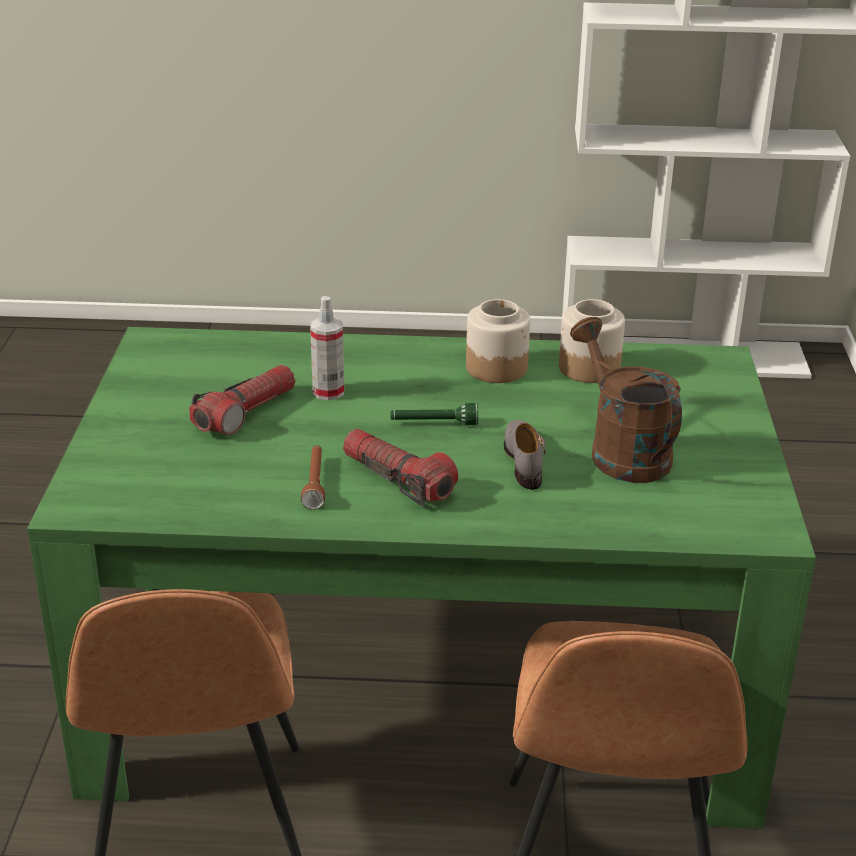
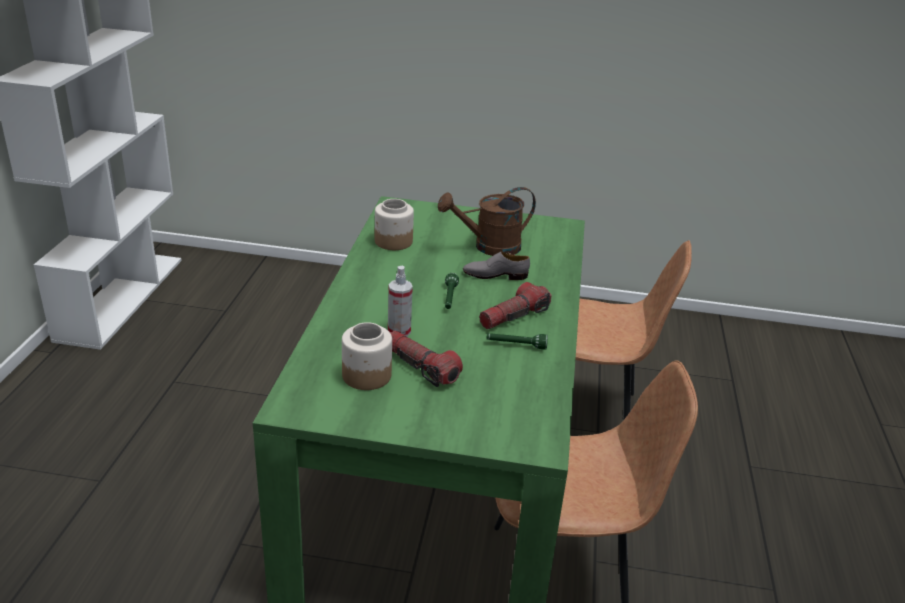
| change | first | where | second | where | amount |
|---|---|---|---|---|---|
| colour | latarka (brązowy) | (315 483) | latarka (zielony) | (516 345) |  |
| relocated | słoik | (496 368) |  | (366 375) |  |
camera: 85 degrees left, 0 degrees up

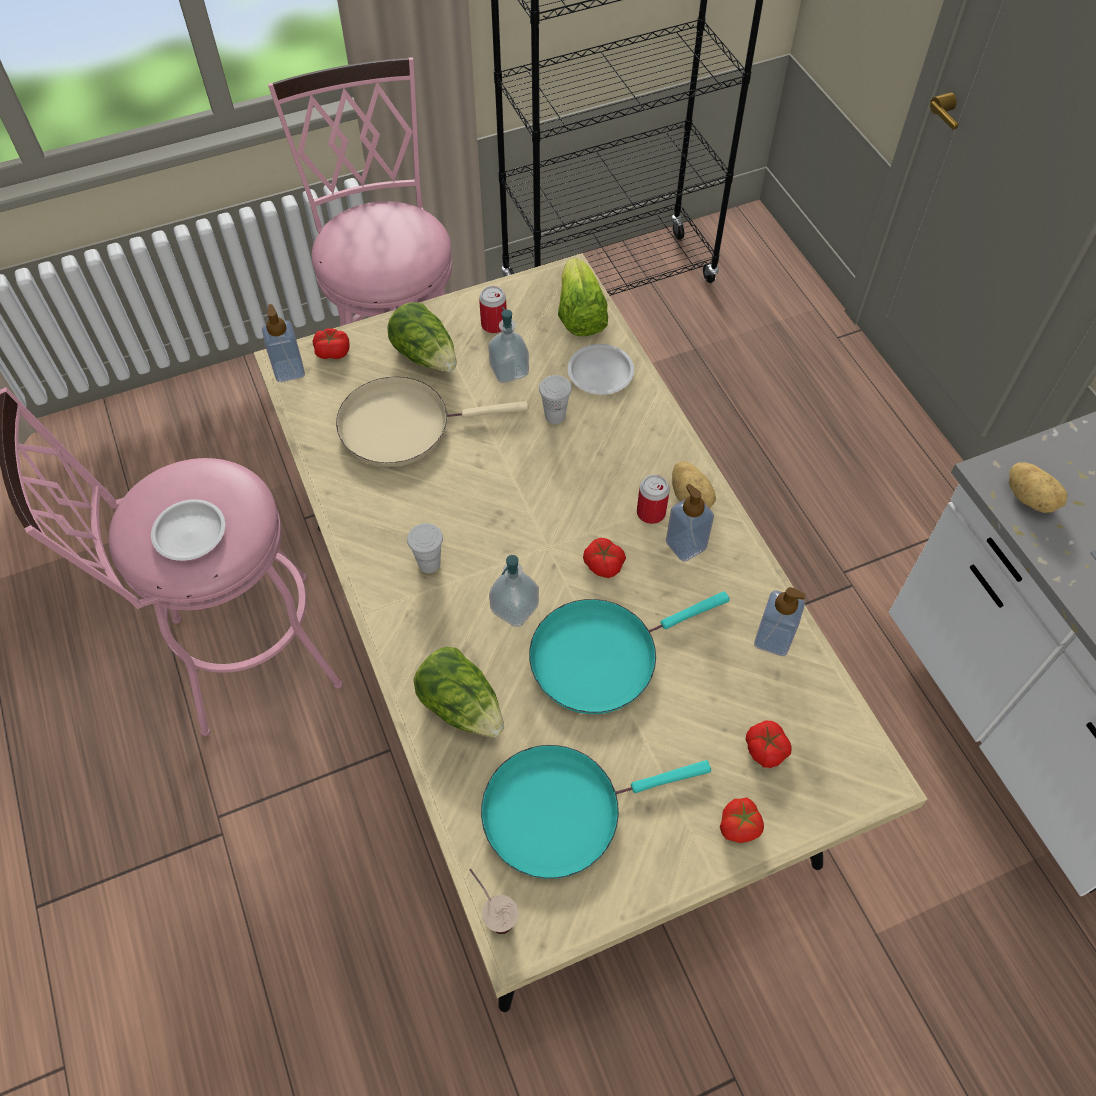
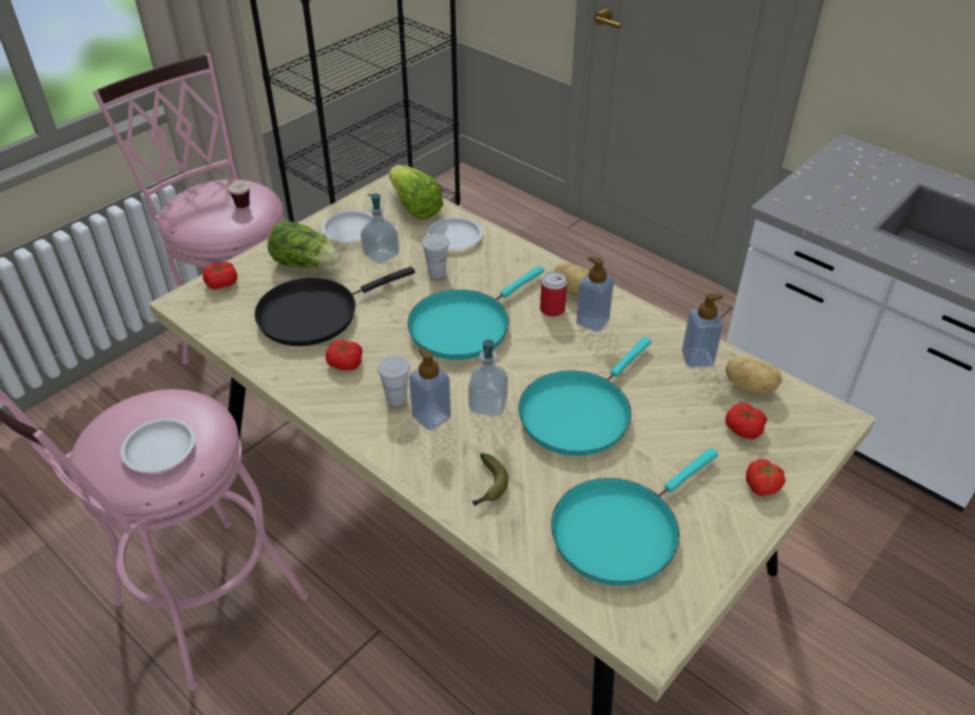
| change | first | where | second | where | amount |
|---|---|---|---|---|---|
| relocated | dozownik mydła | (289 370) |  | (431 417) |  |
| colour | patelnia (beżowy) | (402 425) | patelnia (czarny) | (314 314) |  |
| exchanged | sałata | (462 704) | banan | (488 486) |  |
| relocated | filiżanka | (492 910) |  | (235 202) |  |
| exchanged | puszka | (494 325) | talerz (biały) | (350 230) |  |
| relocated | pomidor | (603 564) |  | (345 363) |  |
| relocated | ziemniak | (1030 498) |  | (750 387) |  |
| appeared |  |  | patelnia (turkusowy) | (464 326) |  |
camera: 25 degrees left, 15 degrees down

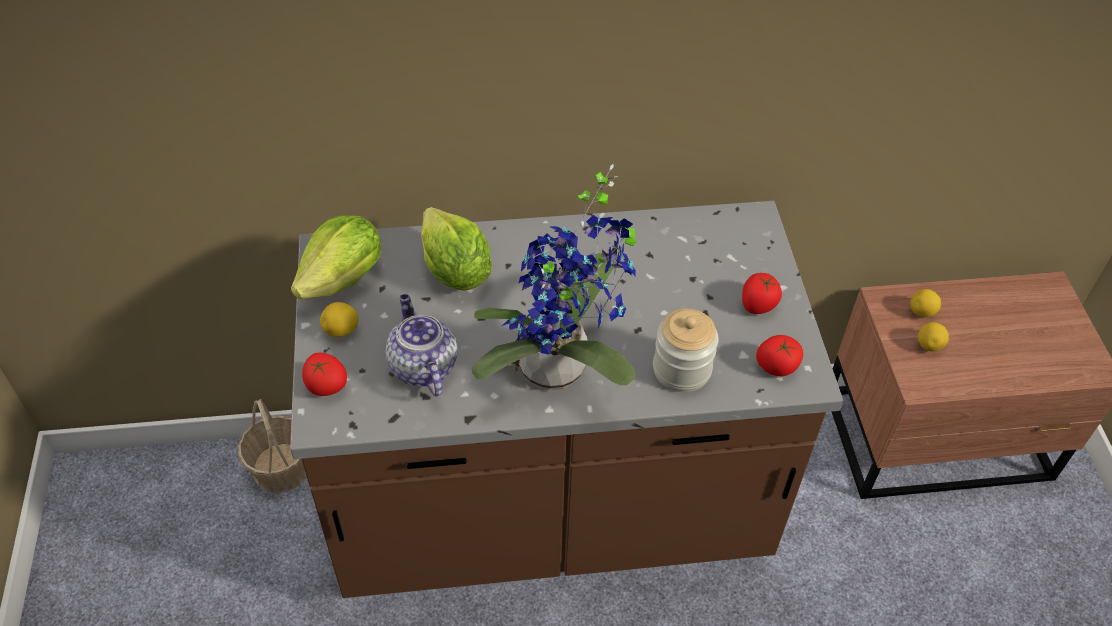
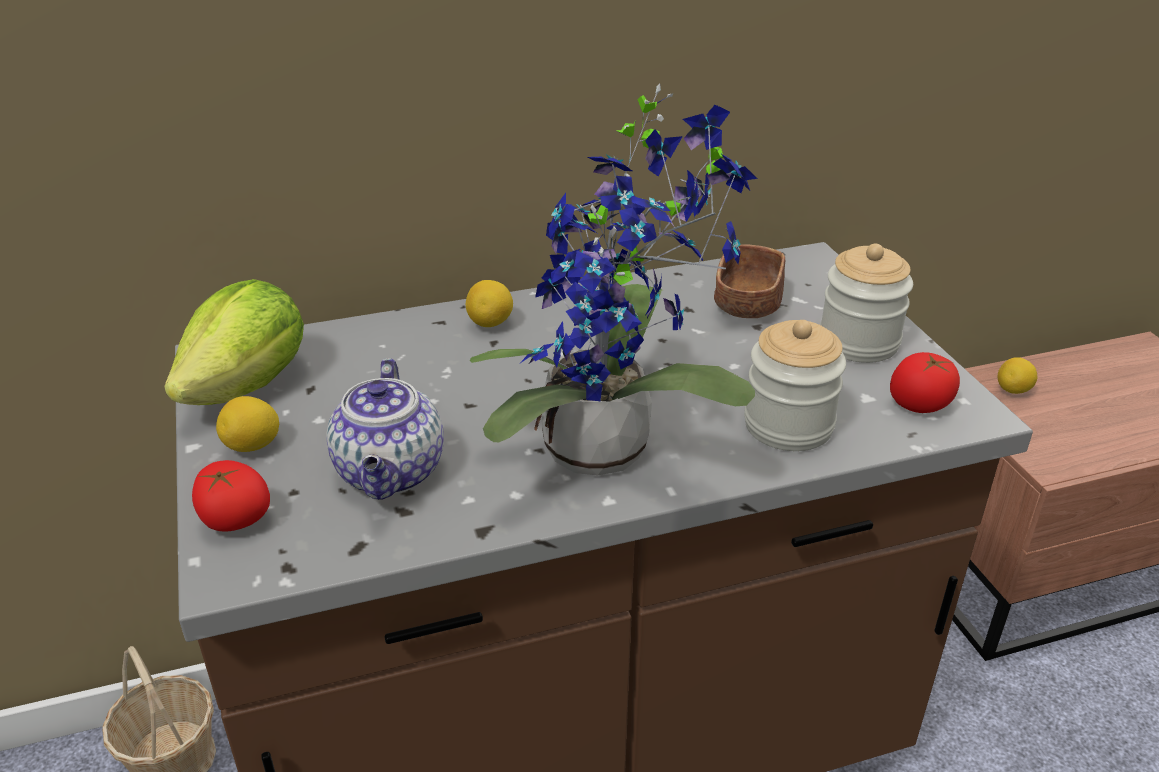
| change | first | where | second | where | amount |
|---|---|---|---|---|---|
| spun | imbryk | (422 366) |  | (391 474) | 150 degrees counterclockwise |
| missing | sałata | (455 271) |  |  |  |
| exchanged | pomidor | (758 305) | słoik | (858 342) |  |
| relocated | cytryna | (929 345) |  | (491 323) |  |
| appeared |  |  | miska (brązowy) | (747 304) |  |
camera: 10 degrees left, 15 degrees down

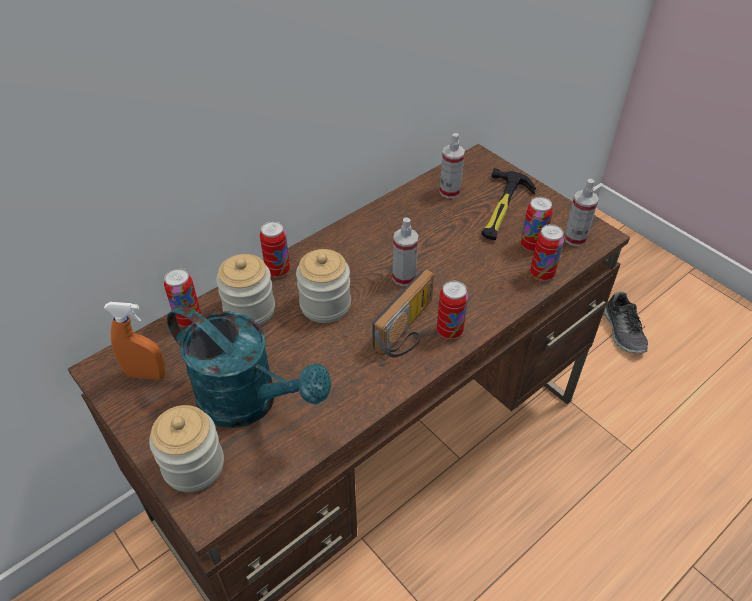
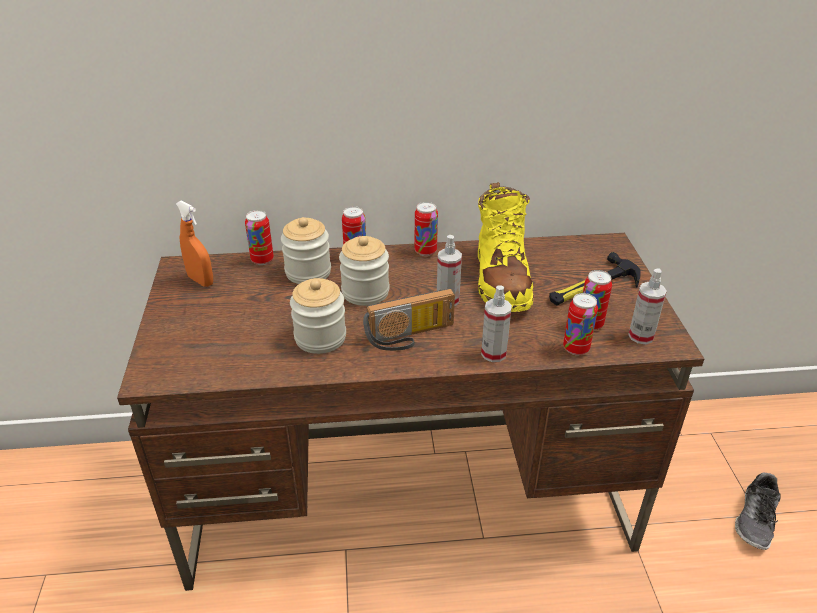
| change | first | where | second | where | amount |
|---|---|---|---|---|---|
| relocated | słoik | (193 465) |  | (320 338) |  |
| missing | konewka (turkusowy) | (250 401) |  |  |  |
| relocated | puszka | (449 331) |  | (425 251) |  |
| relocated | spryskiwacz | (449 191) |  | (493 353) |  |
| appeared |  |  | but z cholewką (żółty) | (501 279) |  |
camera: 35 degrees right, 10 degrees down

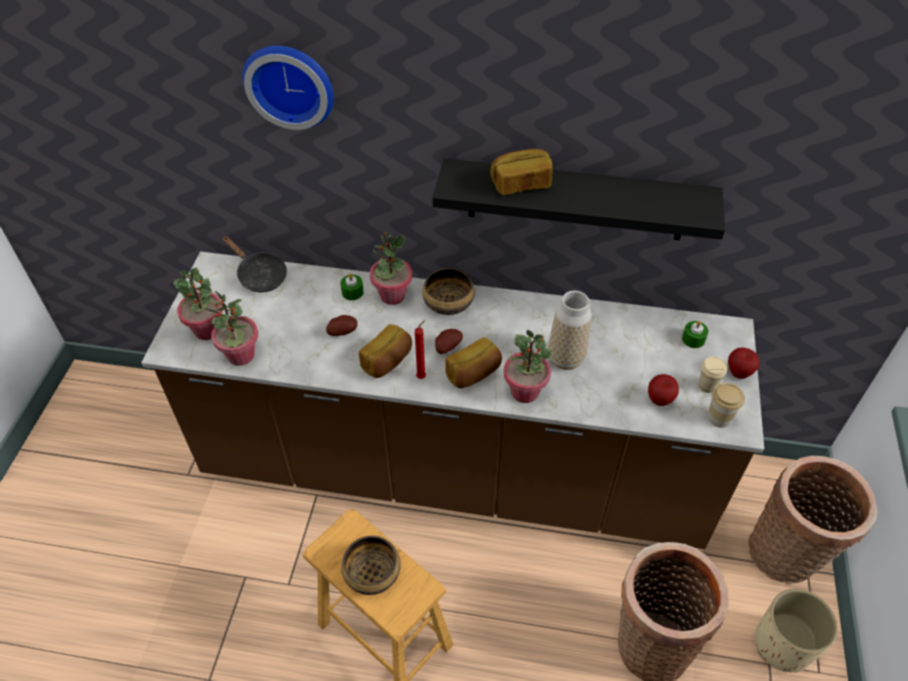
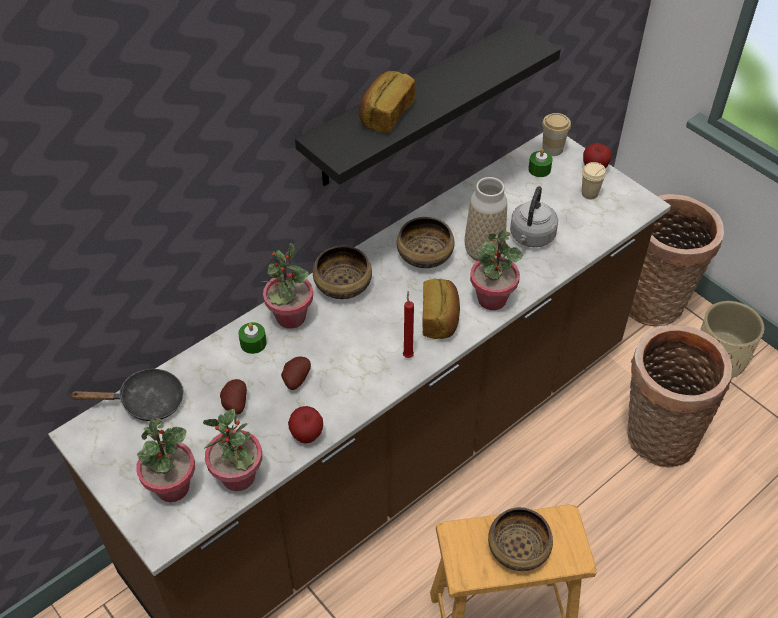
| change | first | where | second | where | amount |
|---|---|---|---|---|---|
| missing | zegar ścienny | (290 83) |  |  |  |
| missing | chleb | (388 361) |  |  |  |
| relocated | ziemniak | (447 347) |  | (234 404) |  |
| relocated | jabłko | (659 400) |  | (307 436) |  |
| relocated | filiżanka | (719 418) |  | (552 149) |  |
| appeared |  |  | miska | (425 255) |  |
| appeared |  |  | czajnik (szary) | (531 237) |  |
camera: 50 degrees left, 0 degrees up

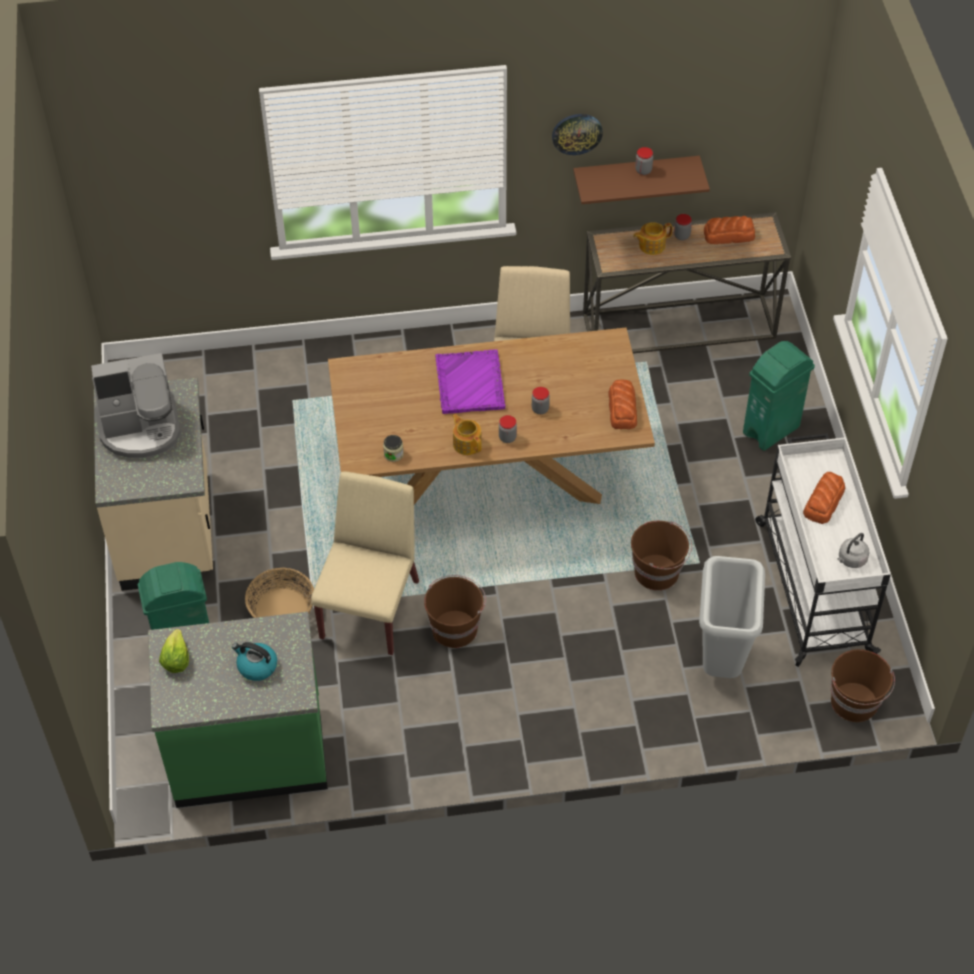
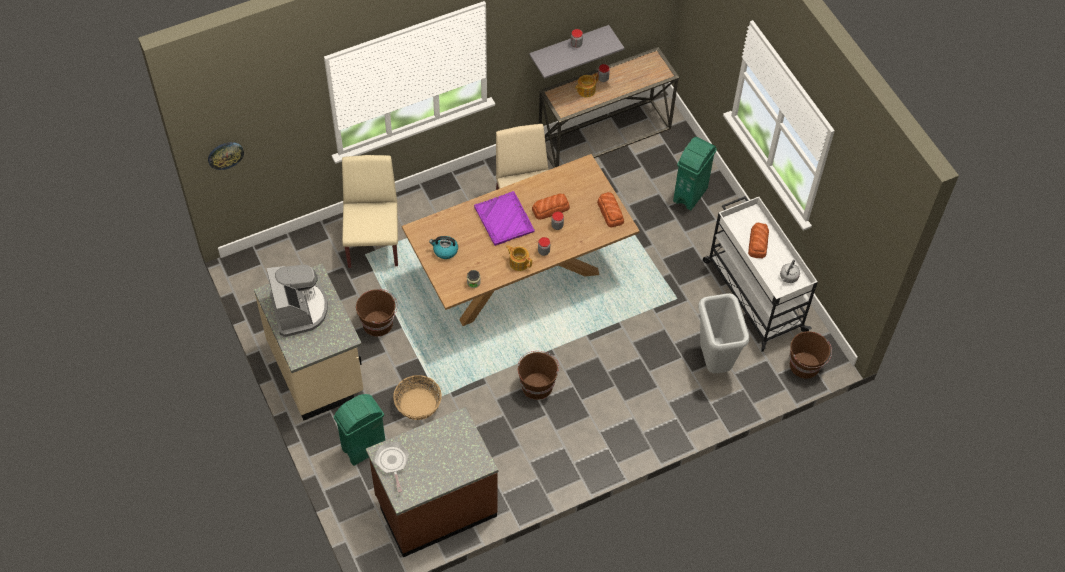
| change | first | where | second | where | amount |
|---|---|---|---|---|---|
| spun | ekspres do kawy | (140 428) |  | (299 309) | 75 degrees counterclockwise |
| colour | zabudowa kuchenna (zielony) | (249 752) | zabudowa kuchenna (brązowy) | (435 506) |  |
| exchanged | sałata | (176 659) | patelnia | (392 463) |  |
| relocated | czajnik | (256 666) |  | (445 250) |  |
| relocated | krzesło (beżowy) | (370 608) |  | (373 241) |  |
| relocated | zegar ścienny | (577 133) |  | (225 155) |  |
| colour | półka (brązowy) | (635 176) | półka (szary) | (568 47) |  |
| relocated | wiadro (brązowy) | (657 572) |  | (378 323) |  |
| relocated | chleb | (729 235) |  | (551 209) |  |
camera: 20 degrees left, 5 degrees up

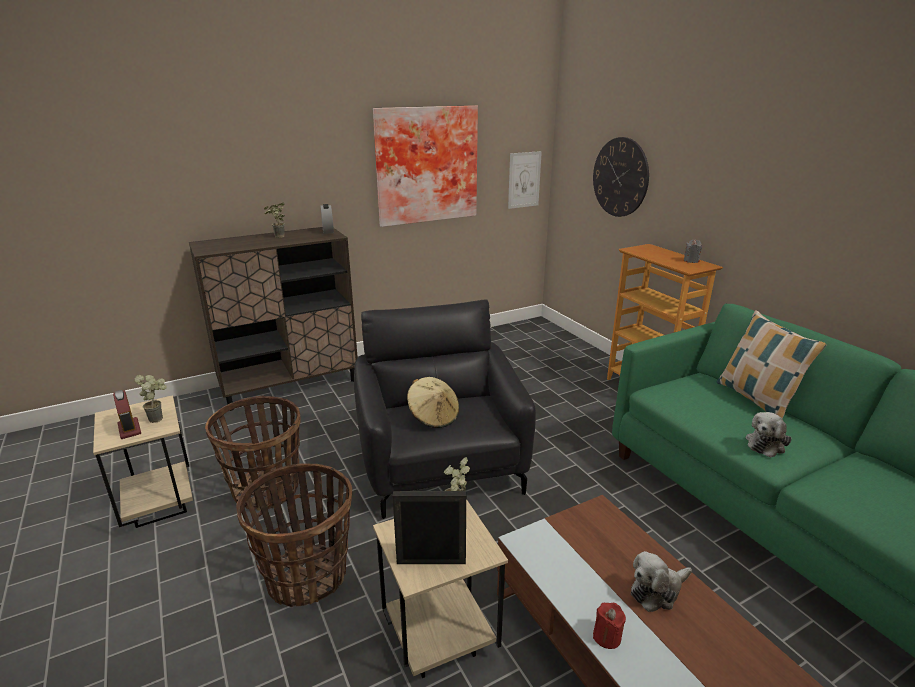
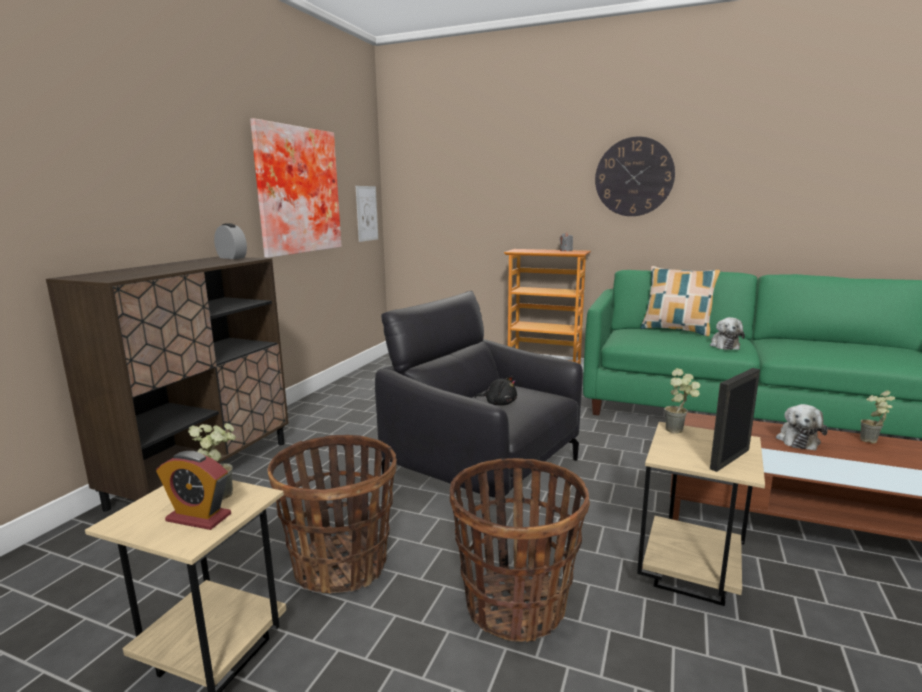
| change | first | where | second | where | amount |
|---|---|---|---|---|---|
| relocated | roślina doniczkowa | (277 237) |  | (872 442) |  |
| exchanged | kapelusz (beżowy) | (433 417) | pluszak (czarny) | (499 403) |  |
| relocated | zegar ścienny | (620 177) |  | (634 177) |  |
| missing | świeca (czerwony) | (607 636) |  |  |  |
camera: 40 degrees left, 10 degrees down

